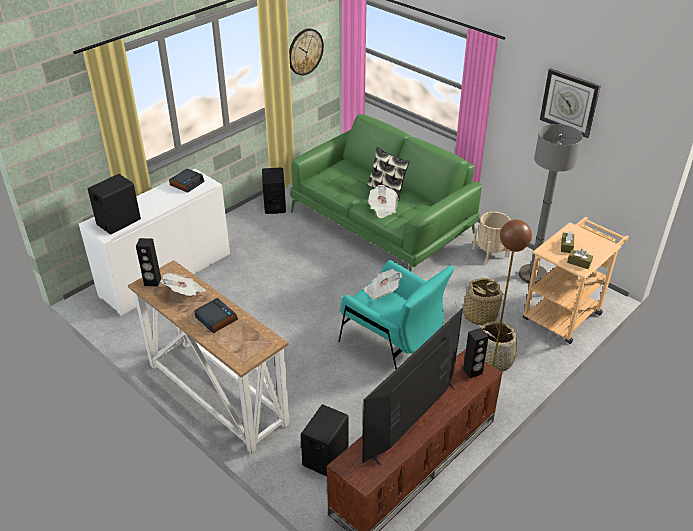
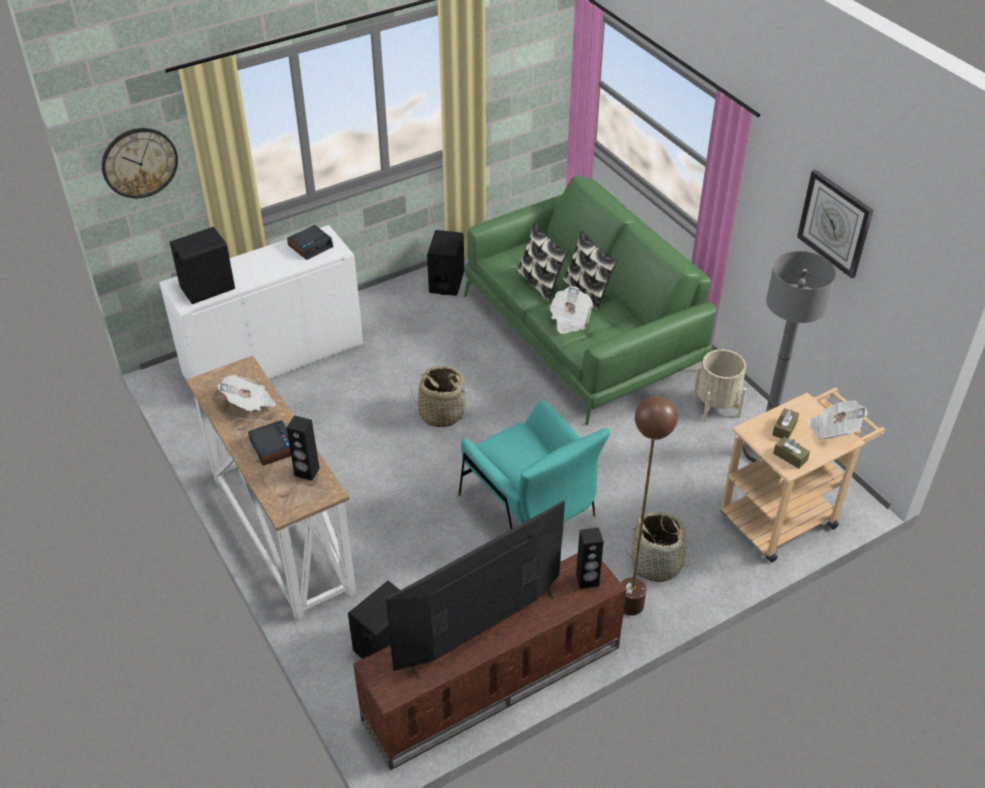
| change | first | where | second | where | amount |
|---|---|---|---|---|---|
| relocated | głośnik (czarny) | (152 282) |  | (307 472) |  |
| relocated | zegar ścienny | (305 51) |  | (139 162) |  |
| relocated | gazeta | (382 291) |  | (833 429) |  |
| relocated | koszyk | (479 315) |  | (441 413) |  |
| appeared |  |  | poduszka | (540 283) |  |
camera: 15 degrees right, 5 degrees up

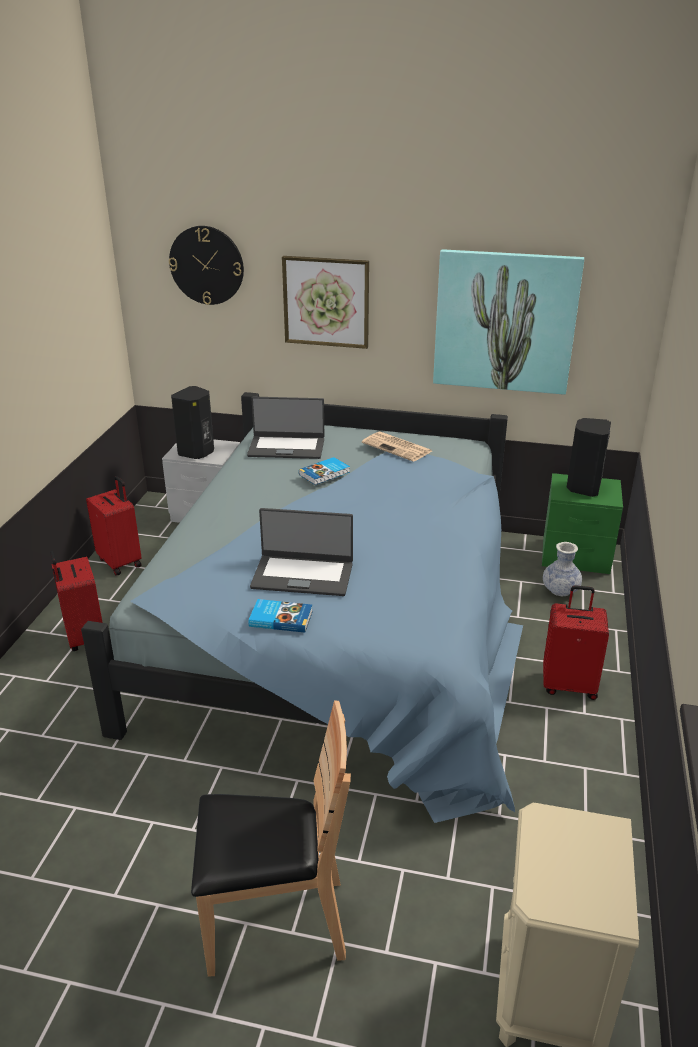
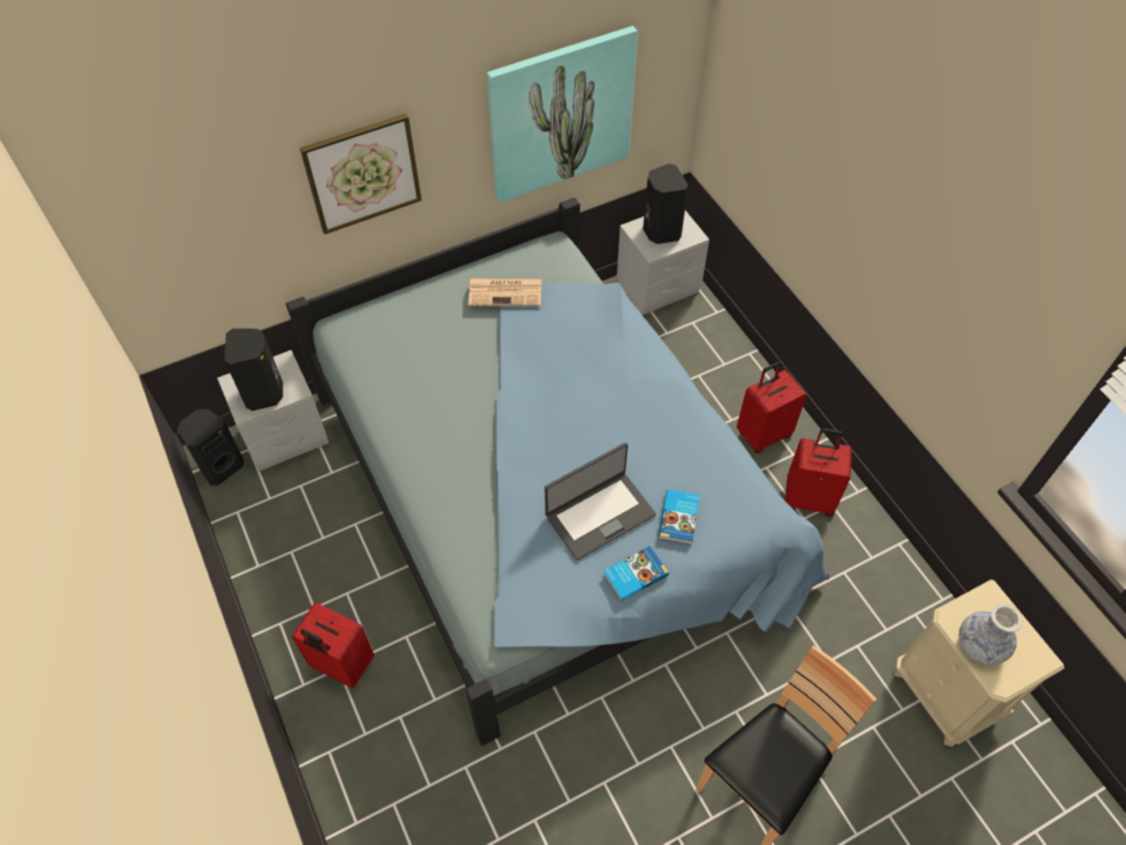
| change | first | where | second | where | amount |
|---|---|---|---|---|---|
| relocated | walizka (czerwony) | (121 562) |  | (809 498) |  |
| missing | zegar ścienny | (206 265) |  |  |  |
| missing | laptop | (286 447) |  |  |  |
| relocated | książka | (325 473) |  | (680 518) |  |
| colour | szafka nocna (zielony) | (575 556) | szafka nocna (szary) | (657 286) |  |
| relocated | wazon | (560 590) |  | (980 645) |  |
| appeared |  |  | głośnik (czarny) | (221 466) |  |
camera: 40 degrees left, 25 degrees up

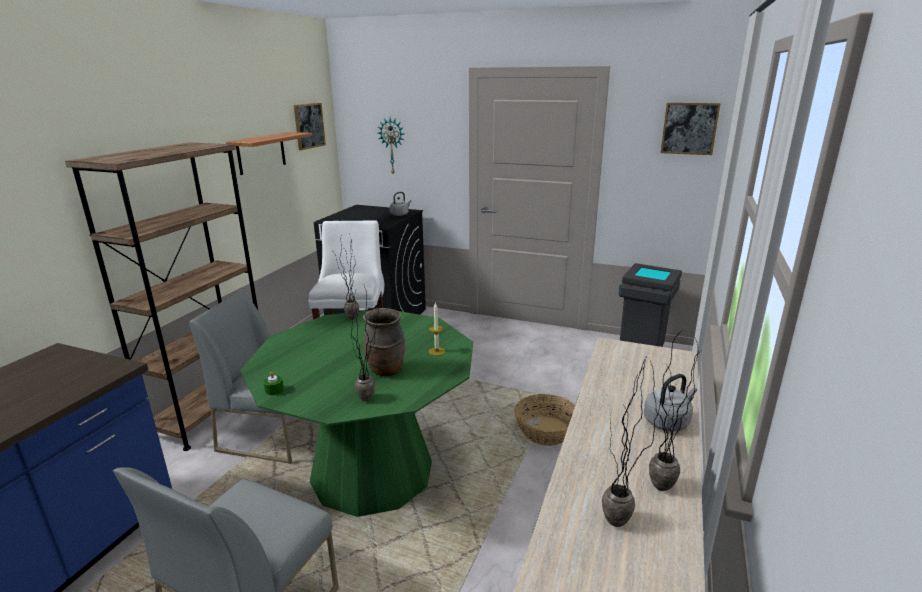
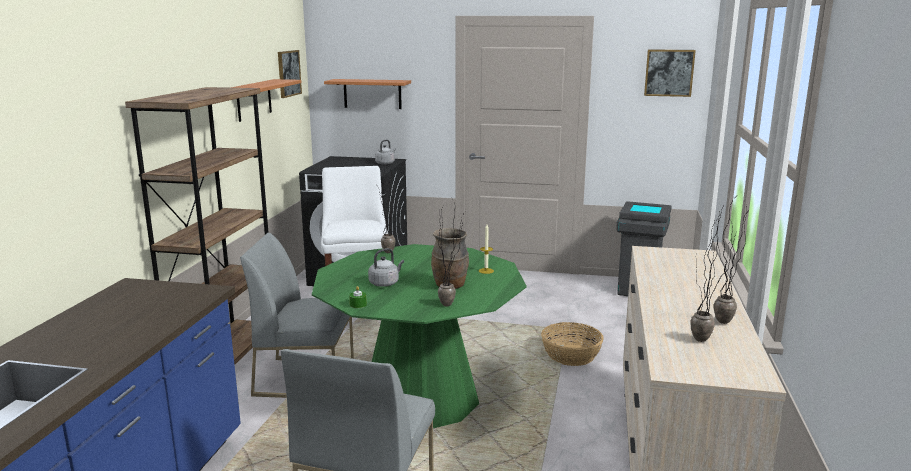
| change | first | where | second | where | amount |
|---|---|---|---|---|---|
| exchanged | zegar ścienny | (392 146) | półka | (372 94) |  |
| relocated | czajnik (szary) | (668 422) |  | (385 283) |  |
camera: 10 degrees left, 5 degrees down

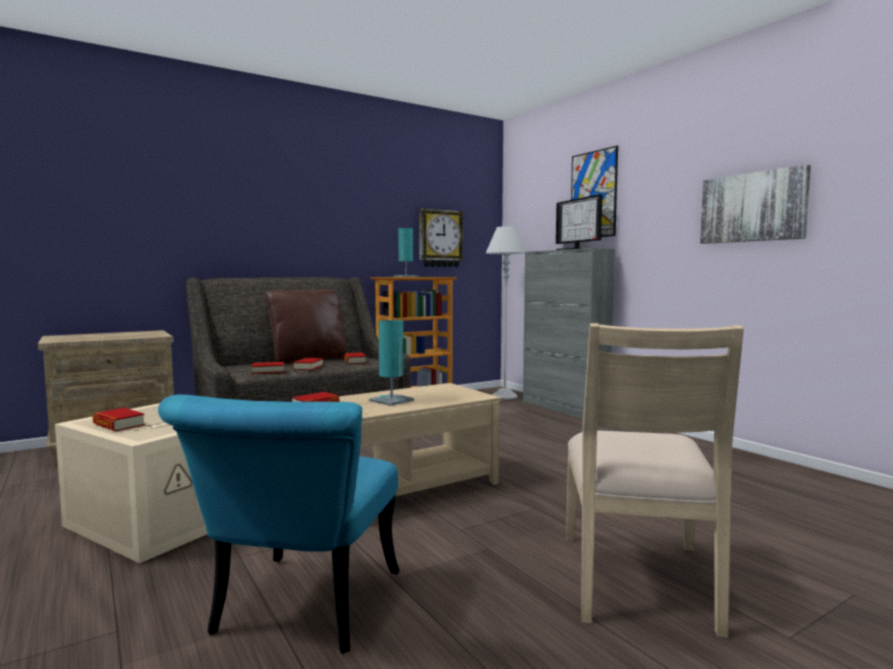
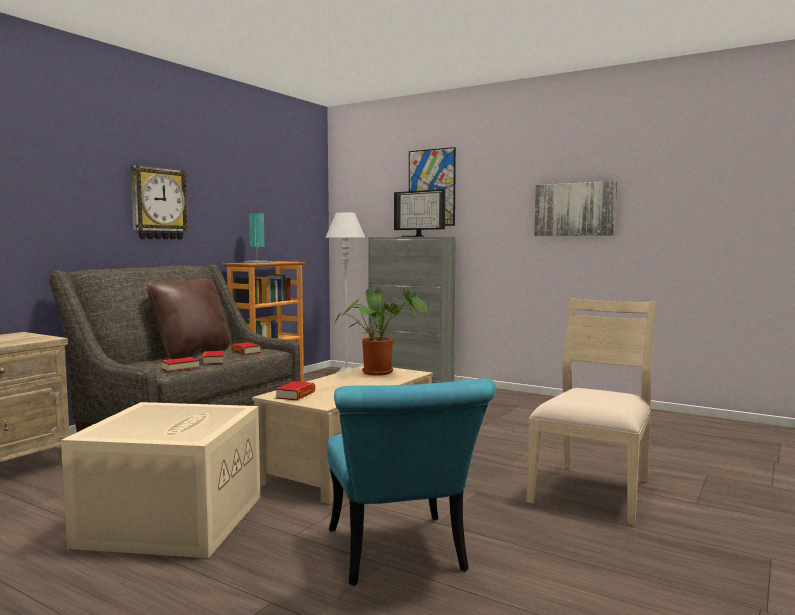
| change | first | where | second | where | amount |
|---|---|---|---|---|---|
| missing | książka | (119 425) |  |  |  |
| missing | lampa stołowa (turkusowy) | (391 400) |  |  |  |
| relocated | zegar ścienny | (440 238) |  | (158 204) |  |
| spun | krzesło (beżowy) | (638 580) |  | (593 491) | 135 degrees counterclockwise |
| appeared |  |  | roślina doniczkowa | (381 372) |  |
camera: 25 degrees left, 0 degrees up

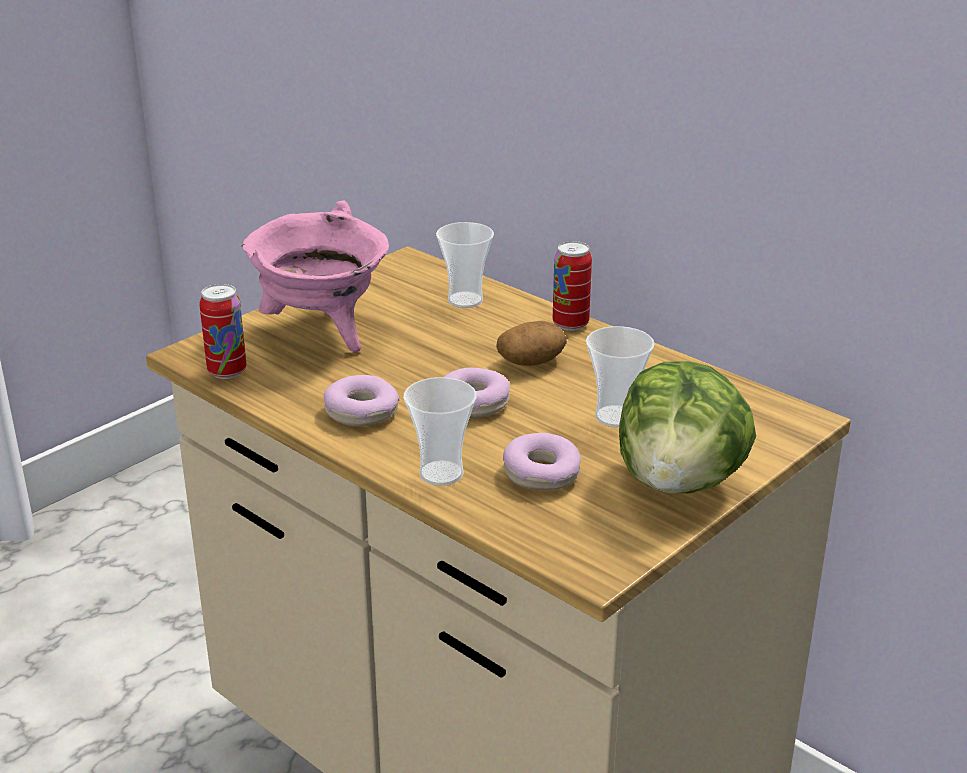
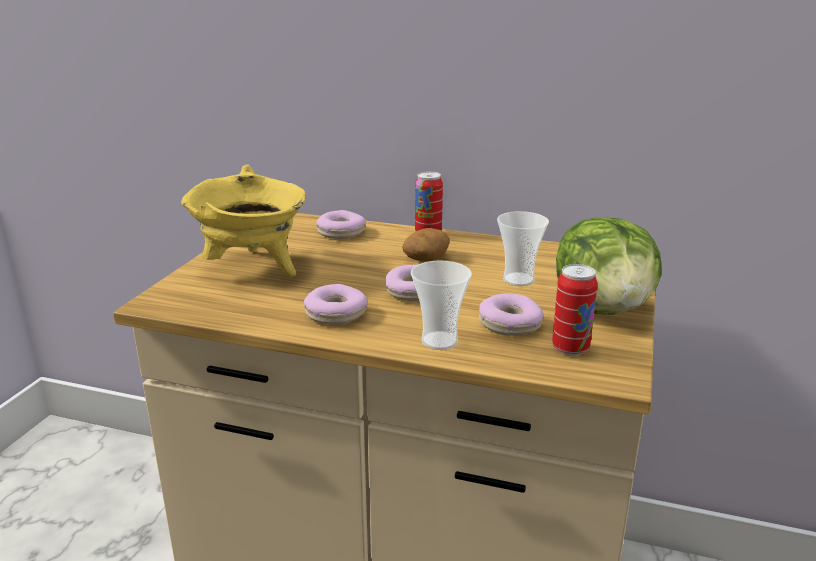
| change | first | where | second | where | amount |
|---|---|---|---|---|---|
| relocated | puszka | (227 371) |  | (570 348) |  |
| colour | garnek (różowy) | (323 332) | garnek (żółty) | (253 269) |  |
| exchanged | filiżanka | (465 300) | donut | (341 232) |  |
camera: 25 degrees left, 5 degrees down

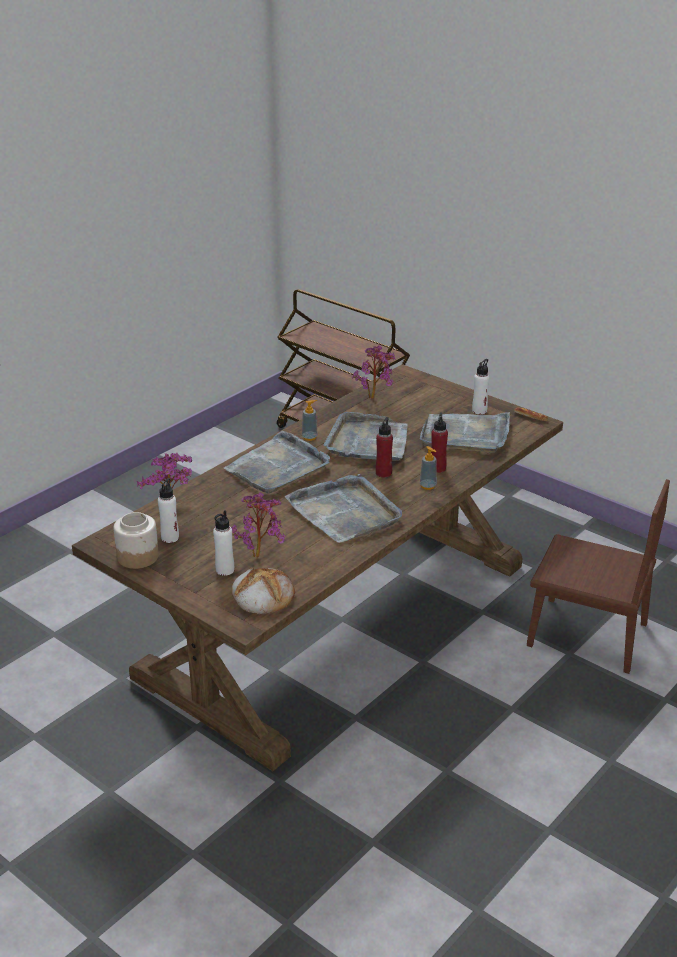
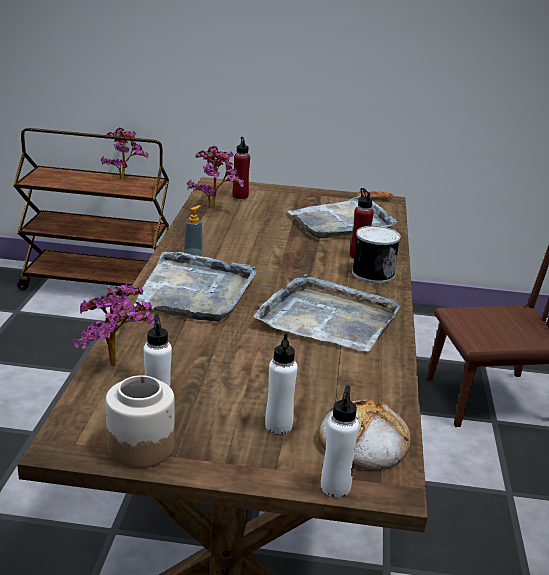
| change | first | where | second | where | amount |
|---|---|---|---|---|---|
| relocated | roślina doniczkowa | (260 555) |  | (123 178) |  |
| missing | taca (szary) | (368 441) |  |  |  |
| relocated | butelka (czerwony) | (383 473) |  | (240 196) |  |
| exchanged | dozownik mydła | (428 486) | puszka | (372 273) |  |
| relocated | butelka (biały) | (479 410) |  | (335 487) |  |
camera: 35 degrees left, 5 degrees down

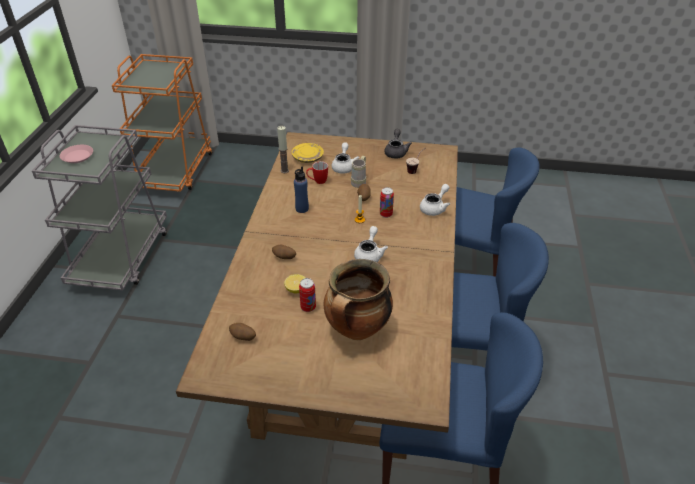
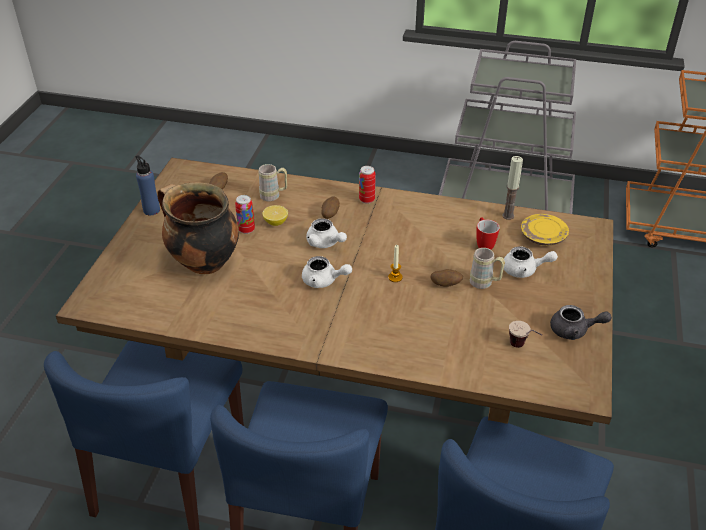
| change | first | where | second | where | amount |
|---|---|---|---|---|---|
| missing | talerz (różowy) | (77 156) |  |  |  |
| relocated | butelka (niebieski) | (302 209) |  | (151 210) |  |
| relocated | puszka | (386 214) |  | (367 200) |  |
| relocated | imbryk (biały) | (434 208) |  | (325 243) |  |
| appeared |  |  | kubek (beżowy) | (274 196) |  |
camera: 95 degrees right, 0 degrees up

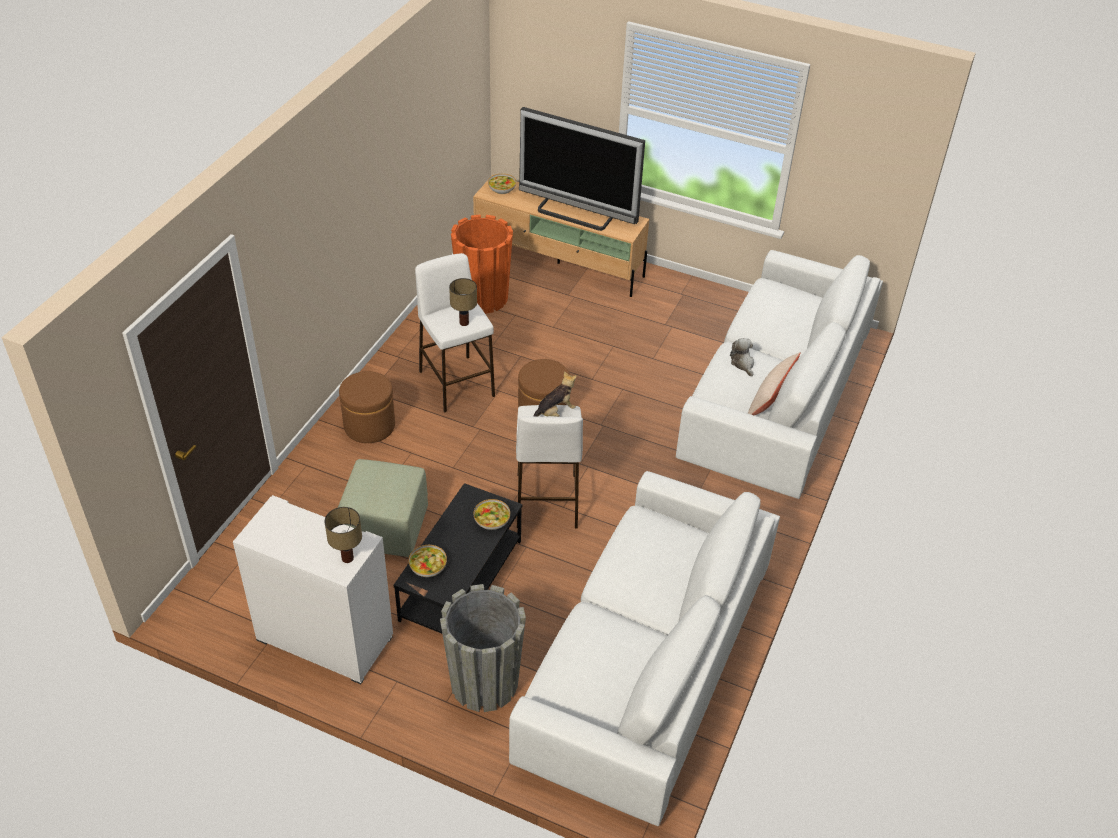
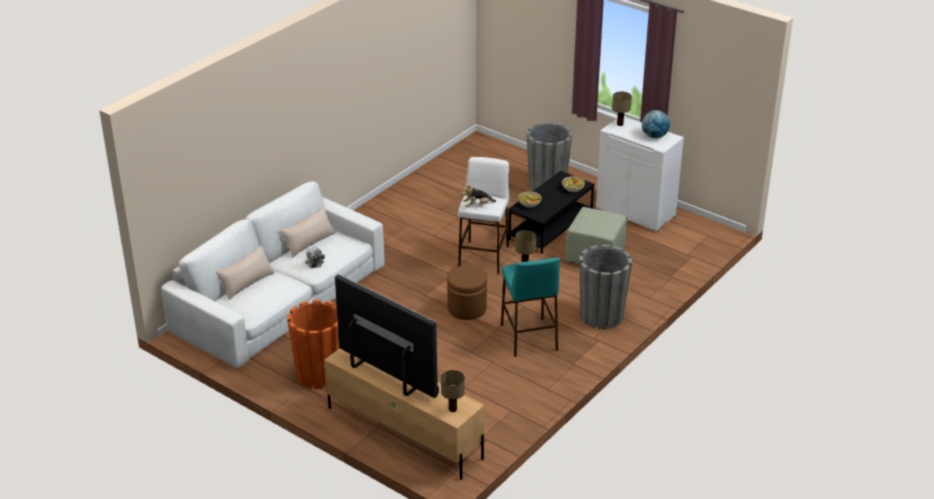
| change | first | where | second | where | amount |
|---|---|---|---|---|---|
| exchanged | pufa (brązowy) | (369 426) | donica (szary) | (601 316) |  |
| colour | stołek (biały) | (456 383) | stołek (turkusowy) | (529 337) |  |
| relocated | donica (pomarańczowy) | (483 298) |  | (319 374) |  |
| exchanged | miska | (502 189) | lampa stołowa | (452 409) |  |
| missing | kanapa (biały) | (645 659) |  |  |  |
| appeared |  |  | poduszka (beżowy) | (247 283) |  |
| appeared |  |  | globus | (654 136) |  |
camera: 165 degrees left, 10 degrees down

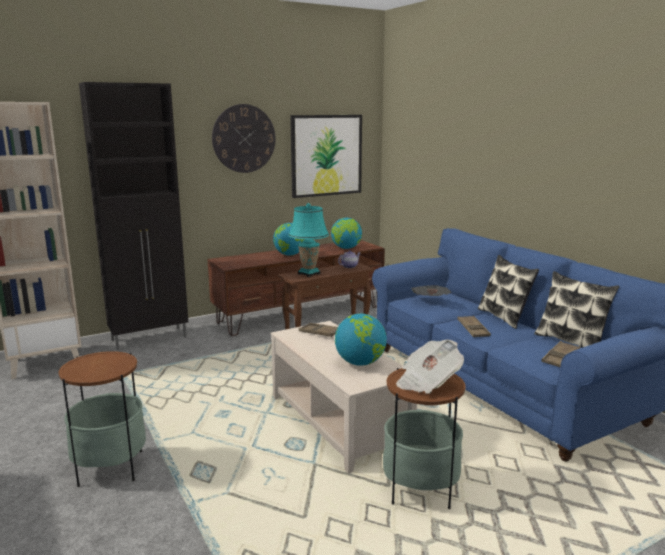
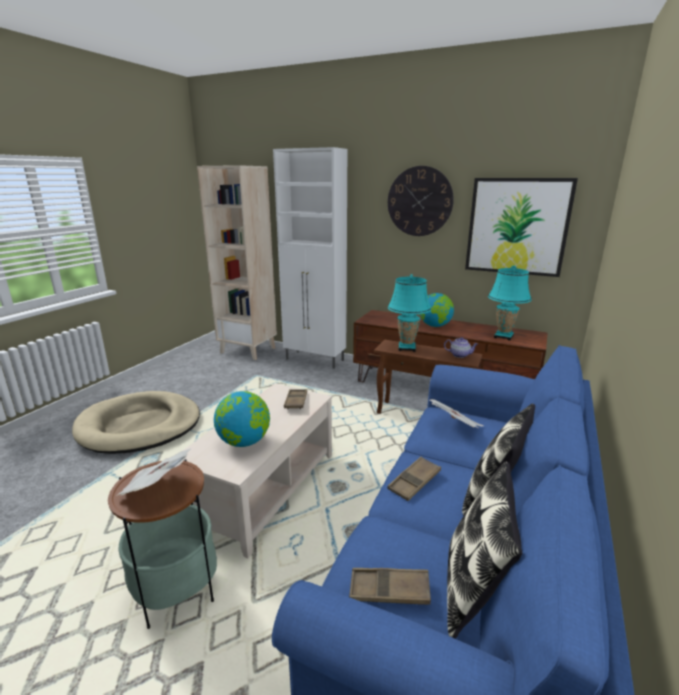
| change | first | where | second | where | amount |
|---|---|---|---|---|---|
| exchanged | stolik | (111 468) | legowisko (beżowy) | (139 426) |  |
| colour | szafka (czarny) | (150 338) | szafka (biały) | (315 360) |  |
| exchanged | globus | (346 248) | lampa stołowa (turkusowy) | (503 336) |  |
camera: 55 degrees right, 5 degrees up

